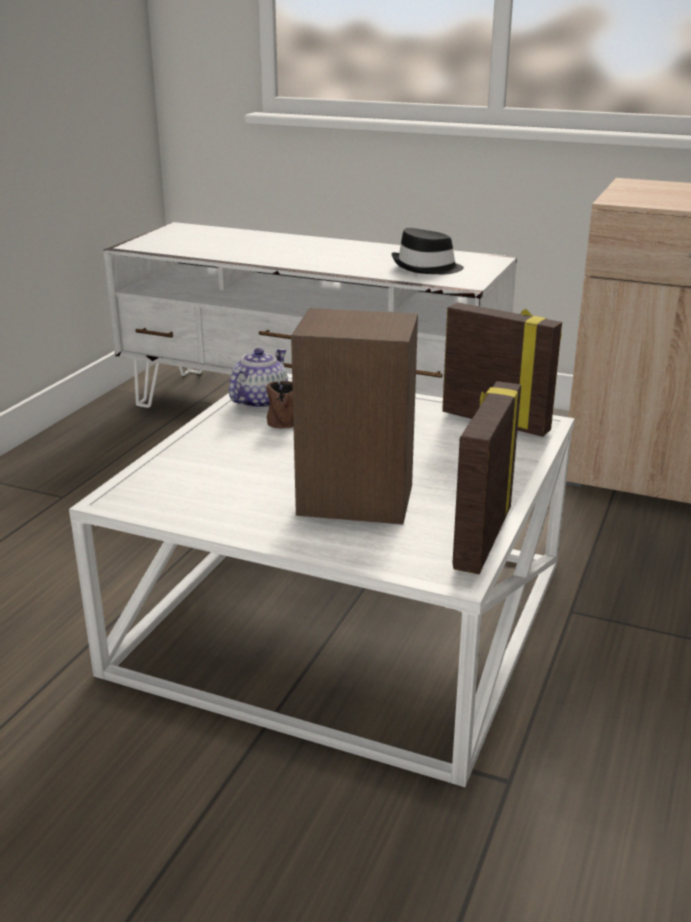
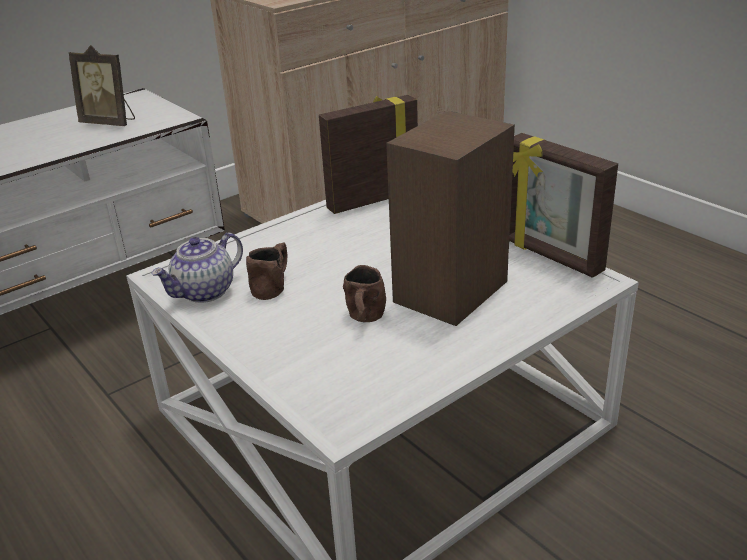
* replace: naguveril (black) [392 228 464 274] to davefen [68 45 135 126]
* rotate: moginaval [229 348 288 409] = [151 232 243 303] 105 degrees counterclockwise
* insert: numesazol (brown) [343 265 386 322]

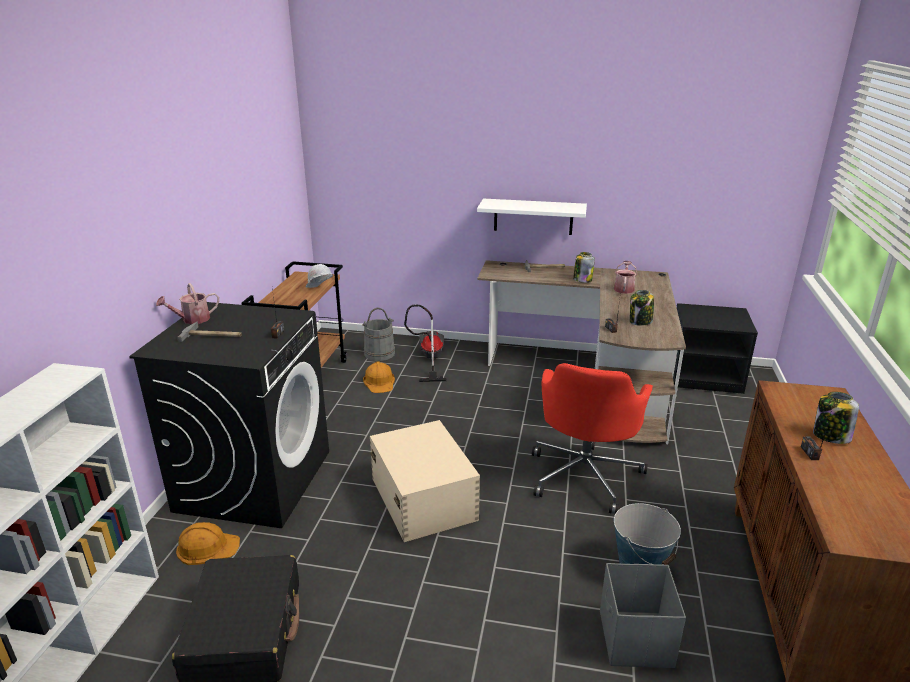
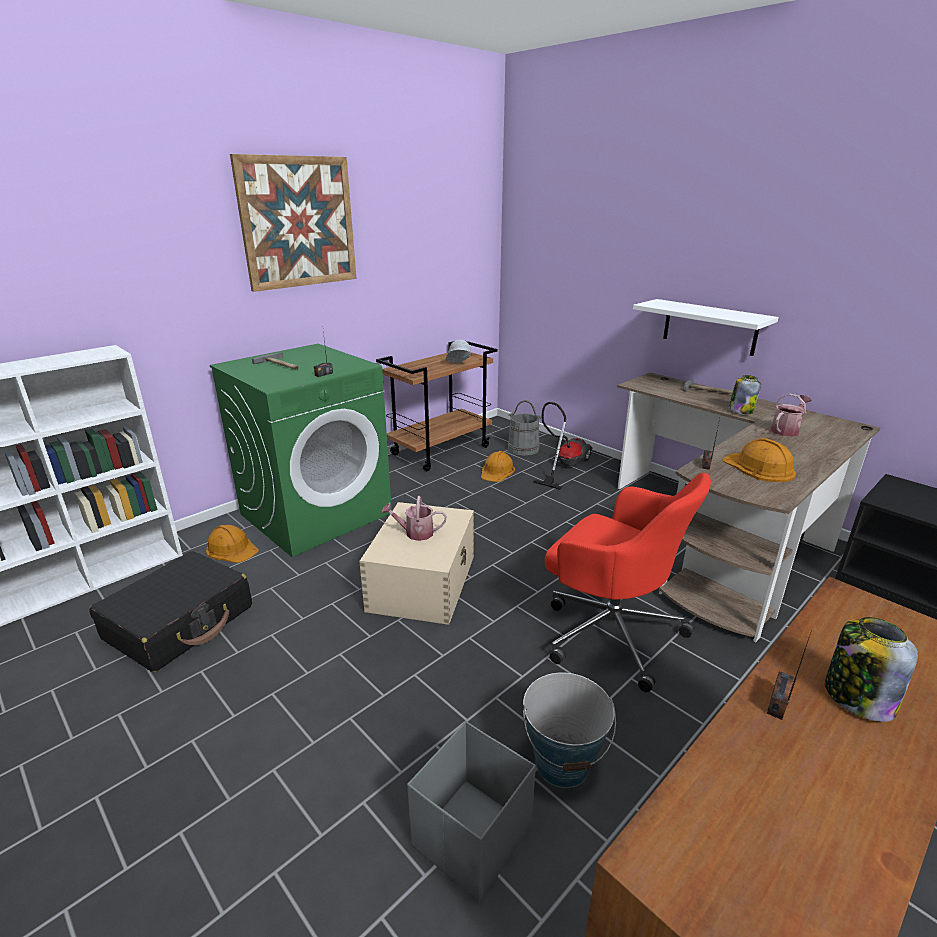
* recolor: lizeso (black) [129 302 329 528] to lizeso (green) [210 344 392 557]
* insert: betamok [230 154 357 292]
* move: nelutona [156 283 220 324] to [381 496 446 541]
* rotate: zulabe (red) [532 363 653 514] = [545 473 711 692] 105 degrees counterclockwise
* replace: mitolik [630 290 654 326] to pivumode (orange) [722 438 796 482]

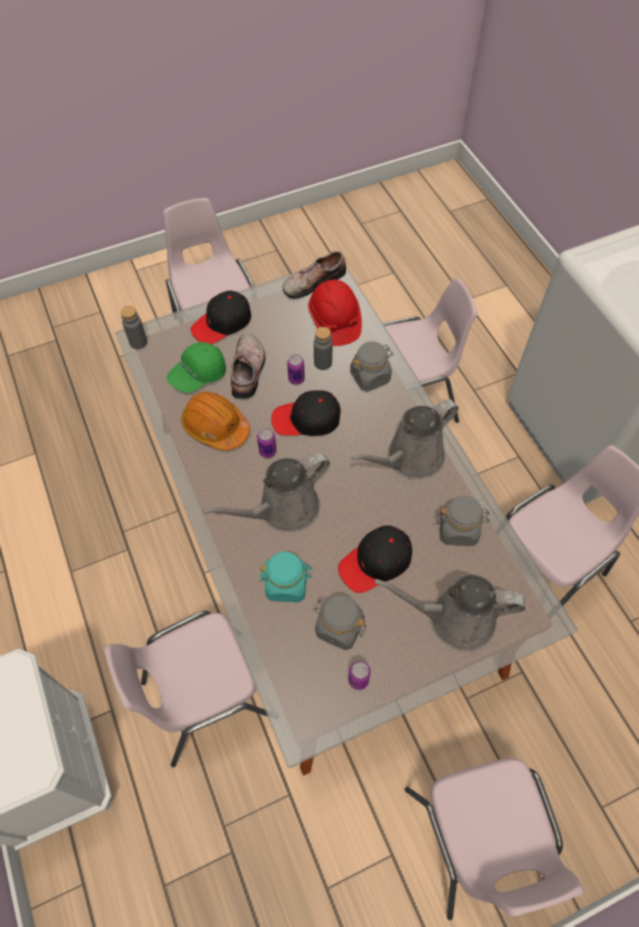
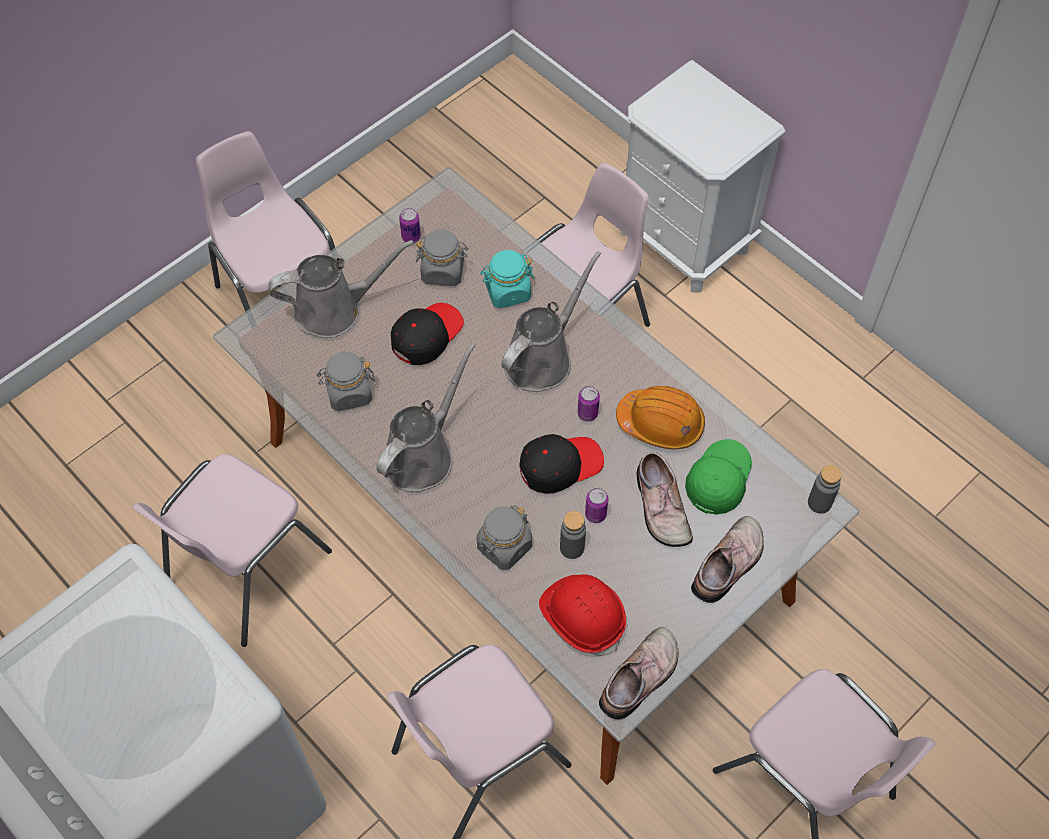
* replace: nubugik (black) [191 290 251 344] to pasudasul [691 516 764 603]

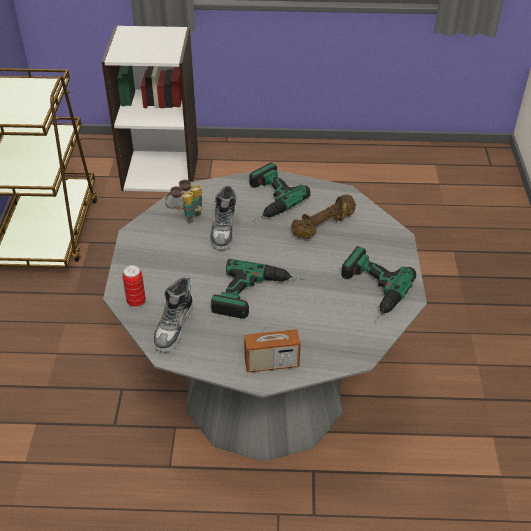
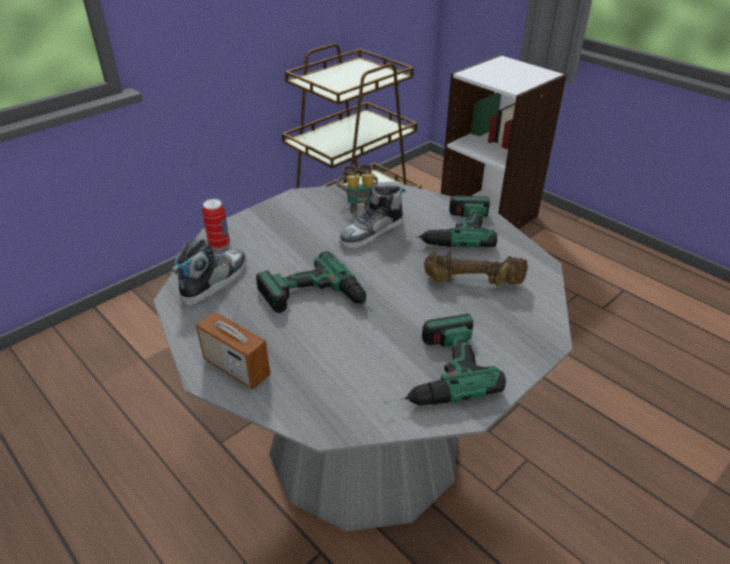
* rotate: pasudasul [153 277 193 352] = [172 238 247 305] 150 degrees clockwise

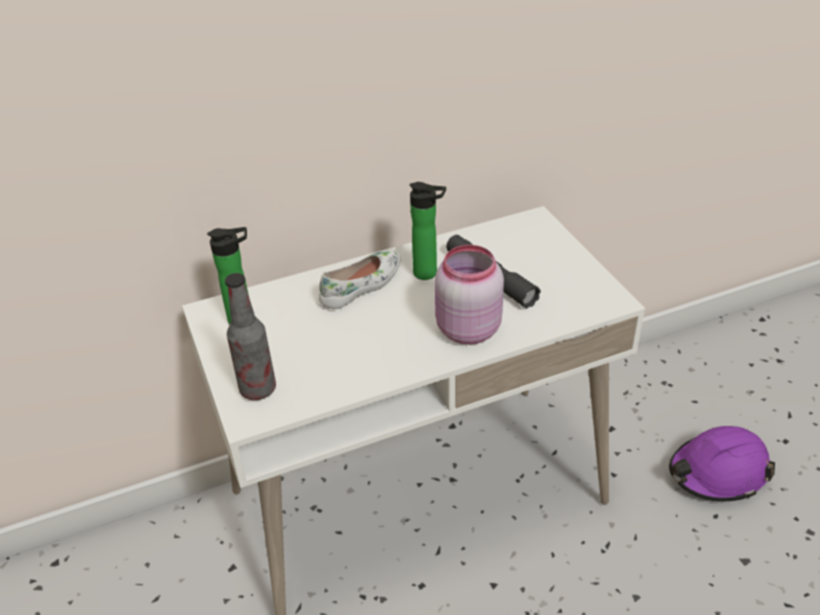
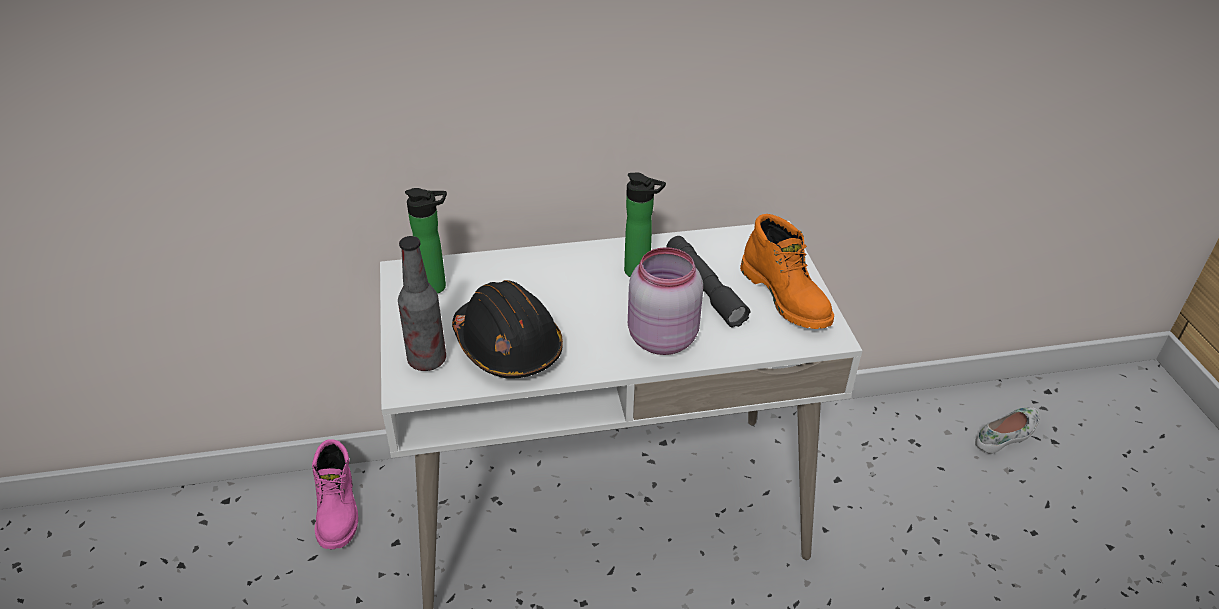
* insert: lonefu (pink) [312 439 358 549]
* insert: pivumode (black) [452 280 563 379]
* insert: lonefu (orange) [740 214 834 329]
* move: pasudasul (white) [318 250 400 309] to [975 407 1040 454]
* delete: pivumode (purple) [669 426 775 501]

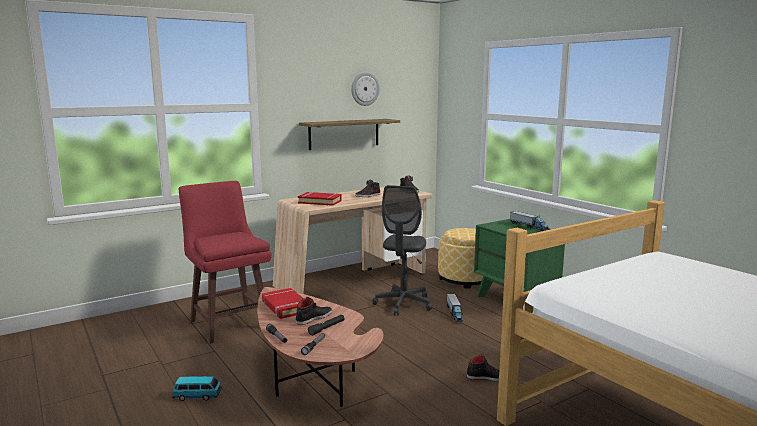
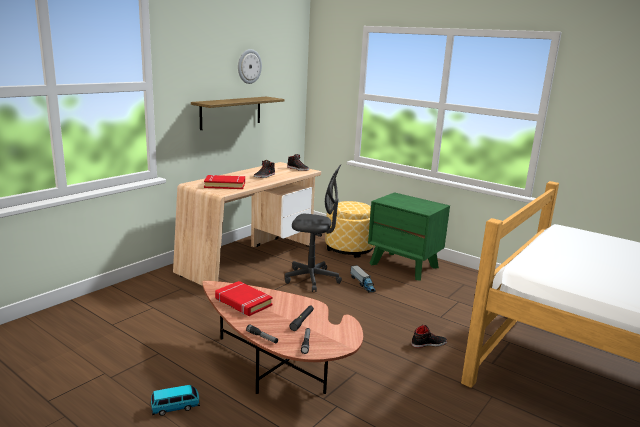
* rotate: zulabe (grey) [372 185 432 316] = [285 165 342 292] 75 degrees counterclockwise
* delete: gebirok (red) [179 181 271 344]
* delete: pasudasul (black) [296 297 332 325]
* delete: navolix [510 211 550 231]

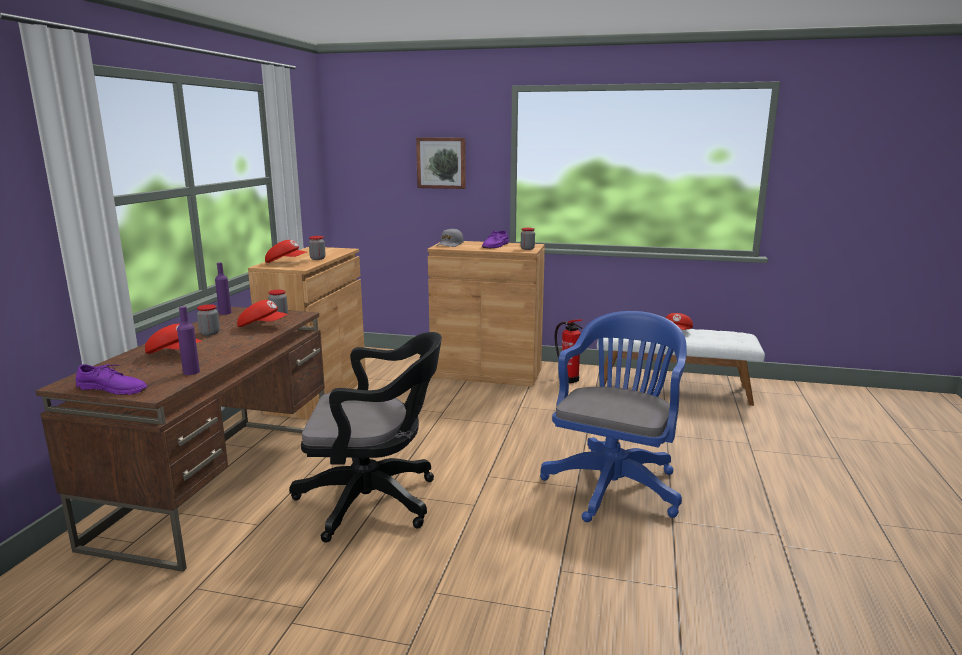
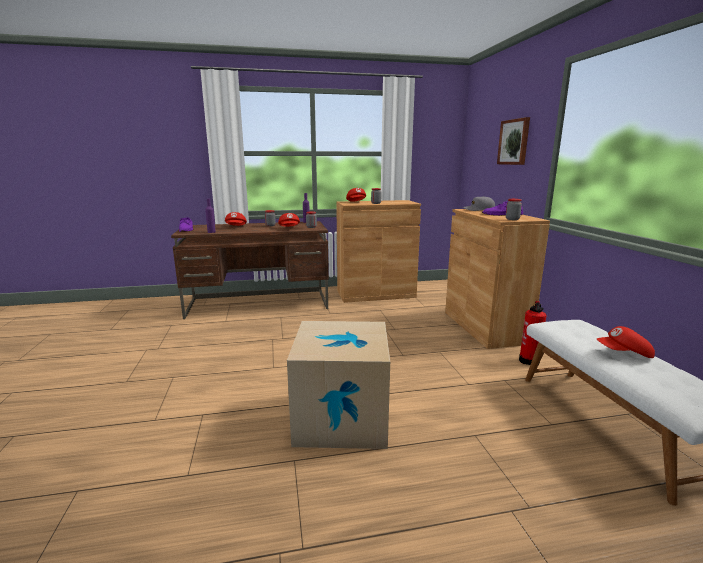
* replace: zulabe (blue) [540 311 687 522] to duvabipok [287 321 390 449]
* delete: zulabe (black) [289 332 442 543]

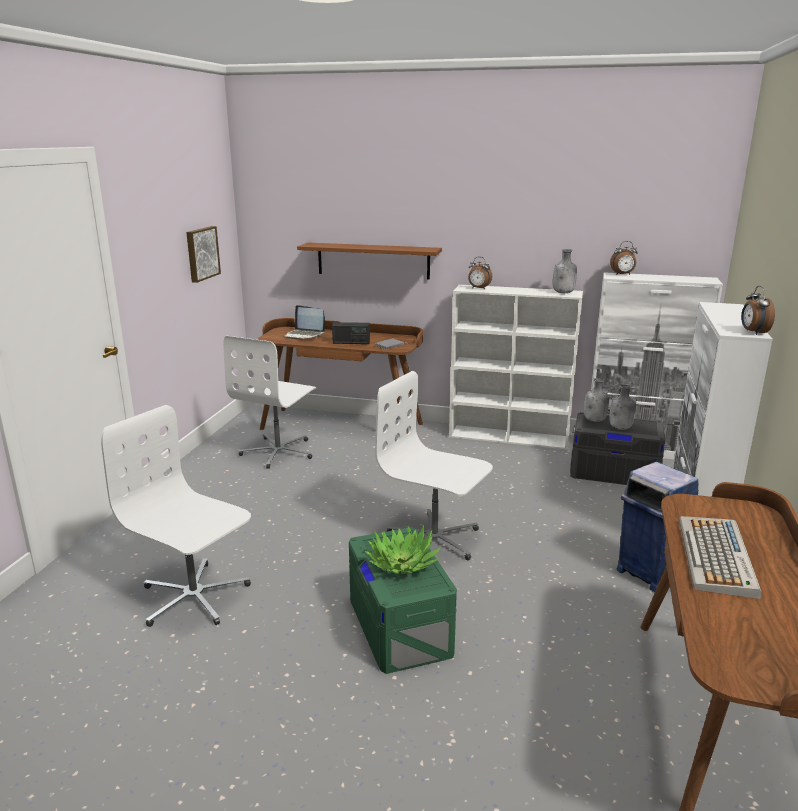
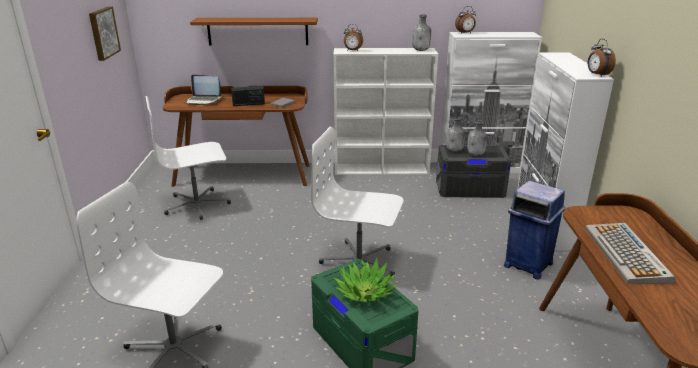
* rotate: zulabe (white) [223 336 316 469] = [146 96 231 220] 60 degrees clockwise

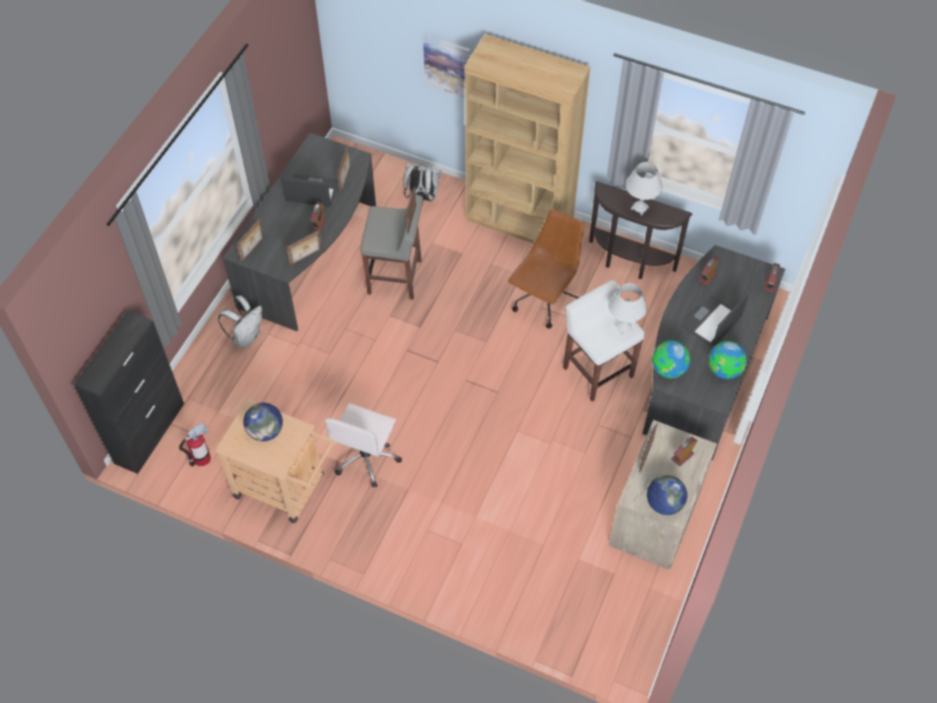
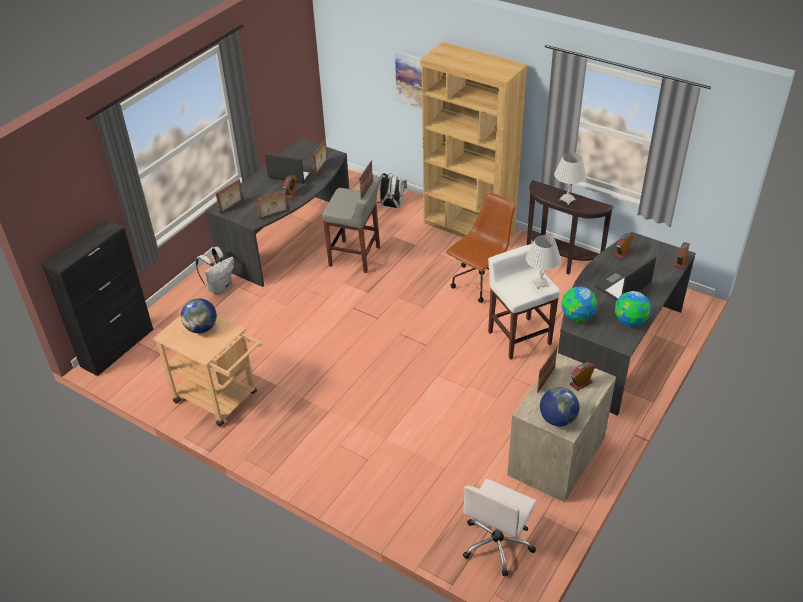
* move: zulabe (white) [325 403 402 488] to [463 479 537 576]
* delete: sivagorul [179 422 211 466]

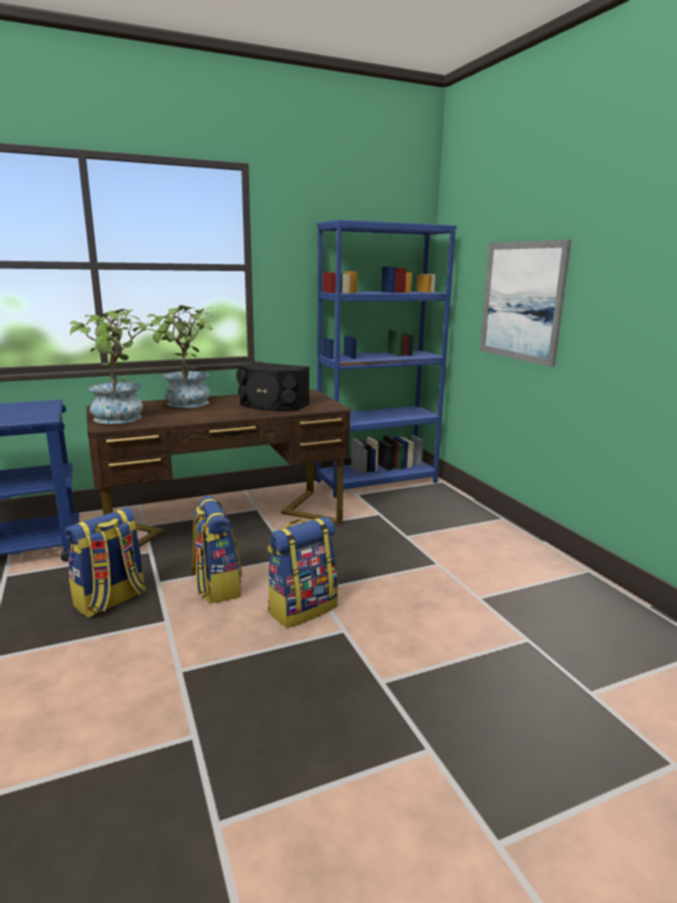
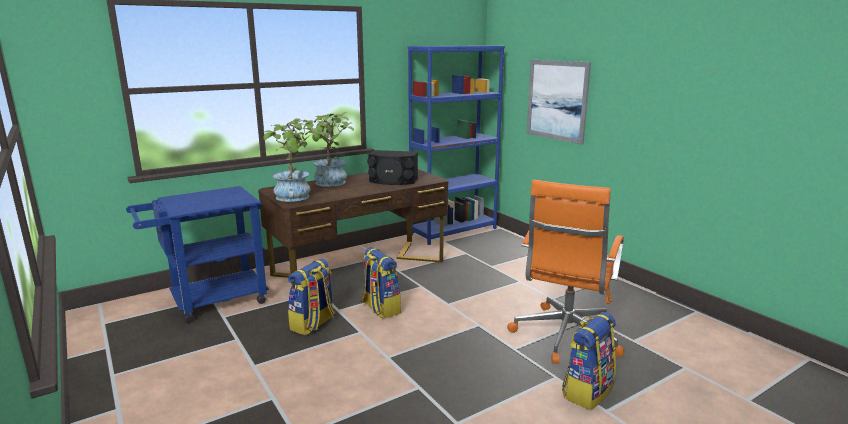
* insert: zulabe (orange) [507 180 624 364]
* move: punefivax [268 517 338 628] to [562 312 616 410]

